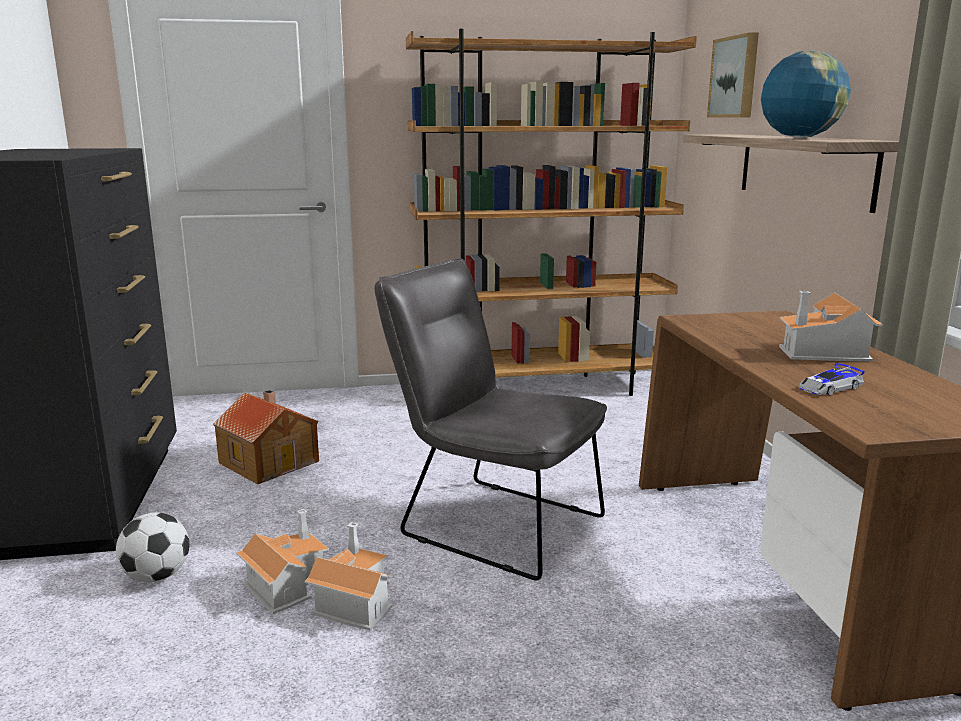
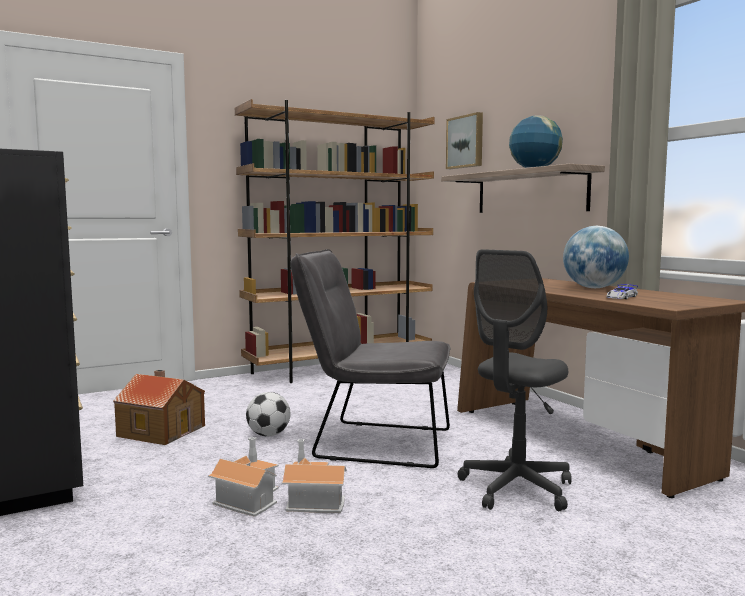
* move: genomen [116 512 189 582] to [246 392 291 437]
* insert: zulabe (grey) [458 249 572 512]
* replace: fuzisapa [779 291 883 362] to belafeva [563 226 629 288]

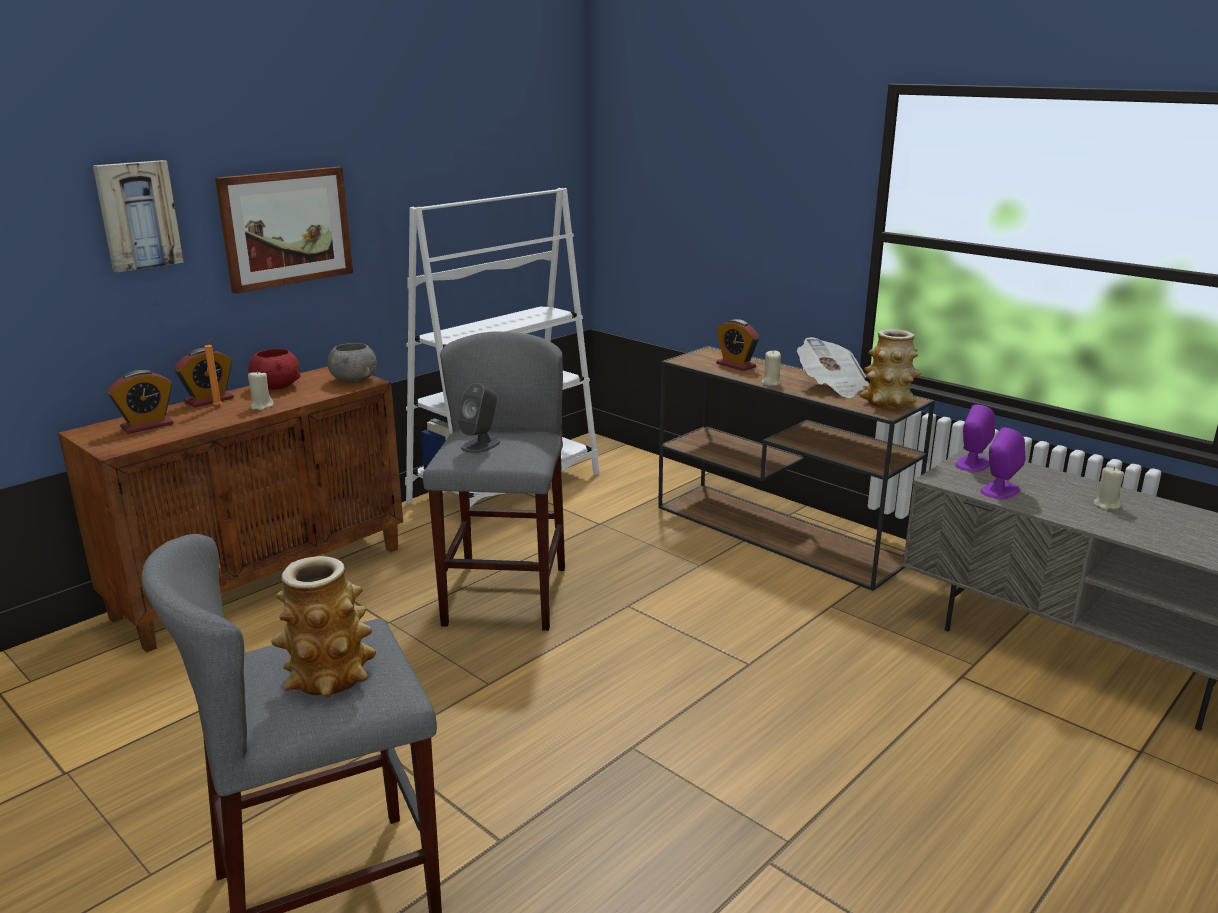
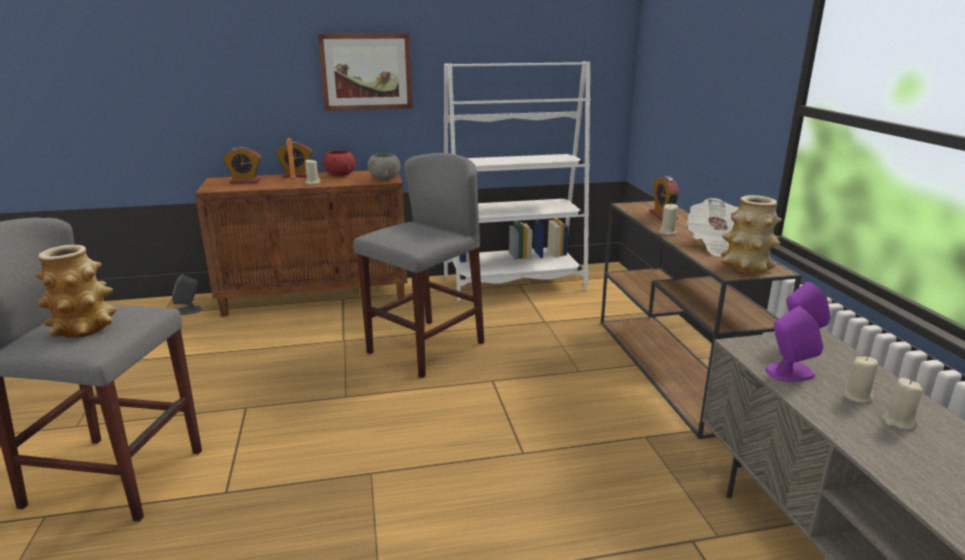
* move: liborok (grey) [458 383 500 453] to [172 274 202 315]
* insert: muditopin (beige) [843 356 878 403]
* delete: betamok [93 160 184 272]

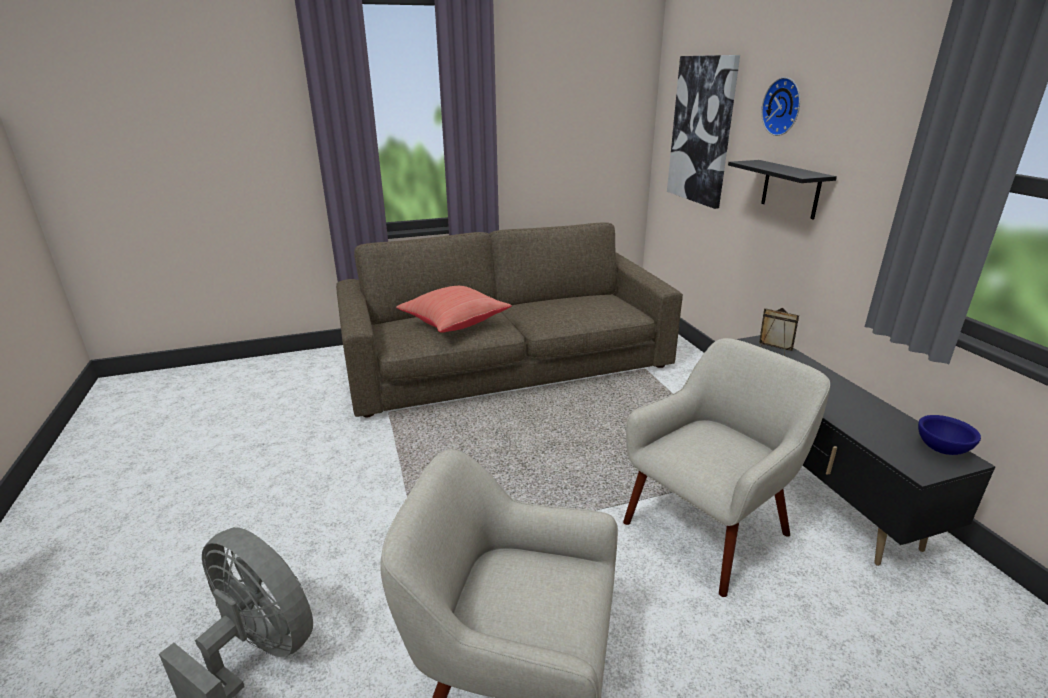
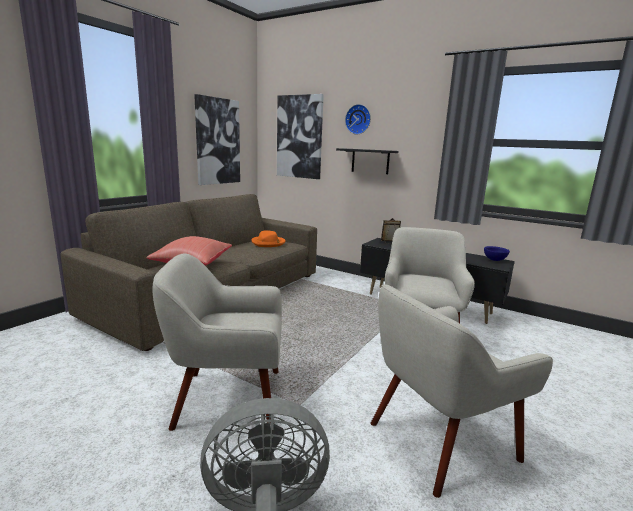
* insert: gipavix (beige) [152 253 282 431]
* insert: betamok [194 94 240 185]
* insert: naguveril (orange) [251 230 286 247]

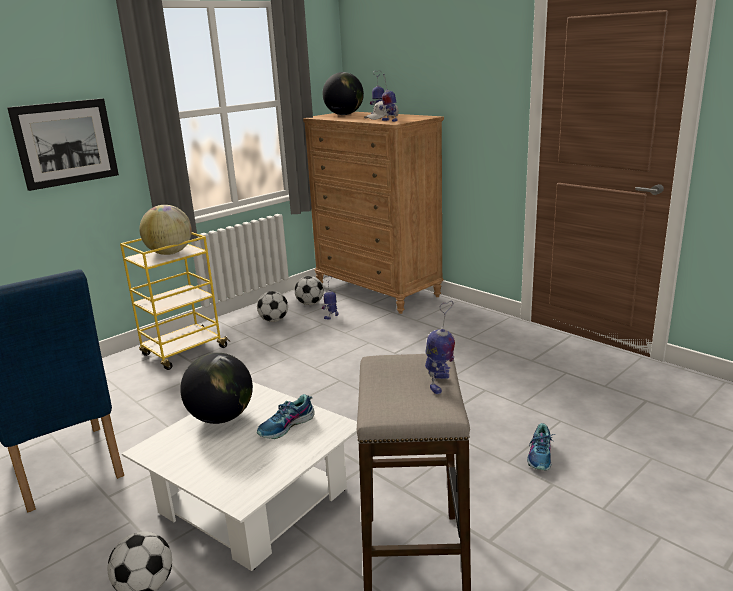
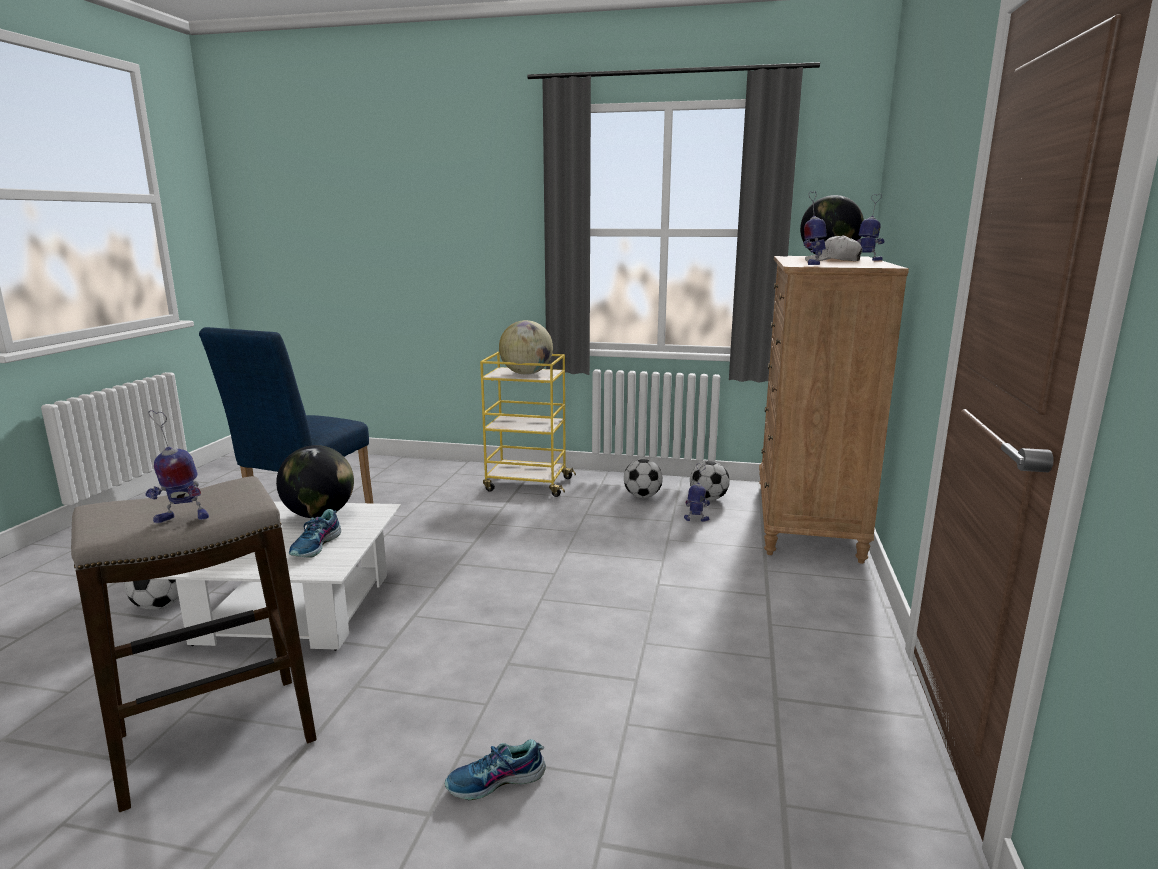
* rotate: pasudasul [257 394 315 439] = [289 509 341 557] 90 degrees counterclockwise
* delete: betamok [7 98 119 191]

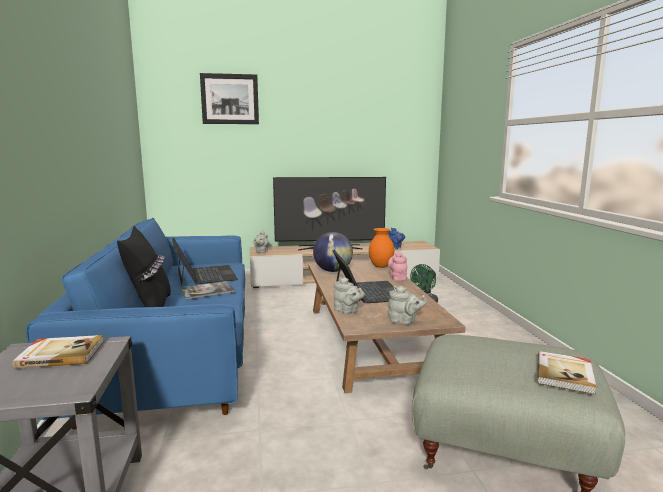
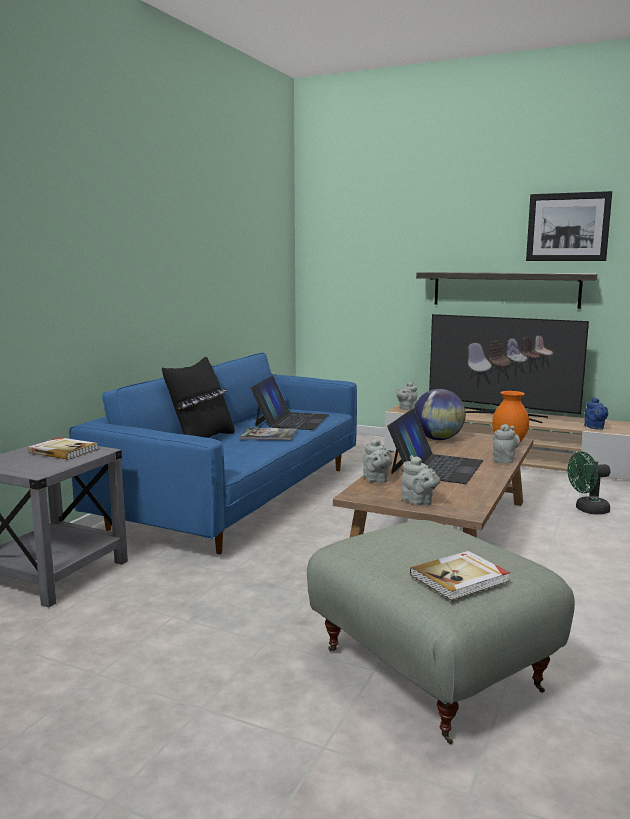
* insert: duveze [416 272 597 309]
* recolor: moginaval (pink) [388 252 407 281] to moginaval (grey) [493 424 520 464]
* move: betamok [200 73 259 124] to [526 191 612 261]

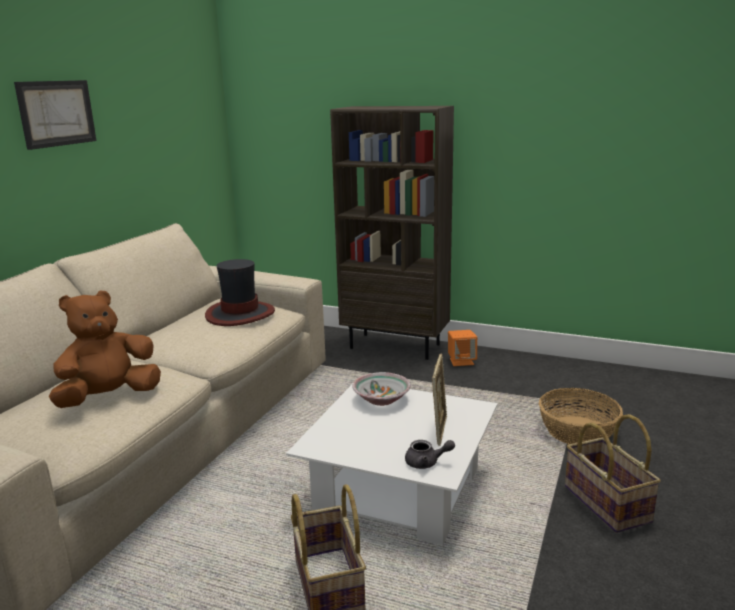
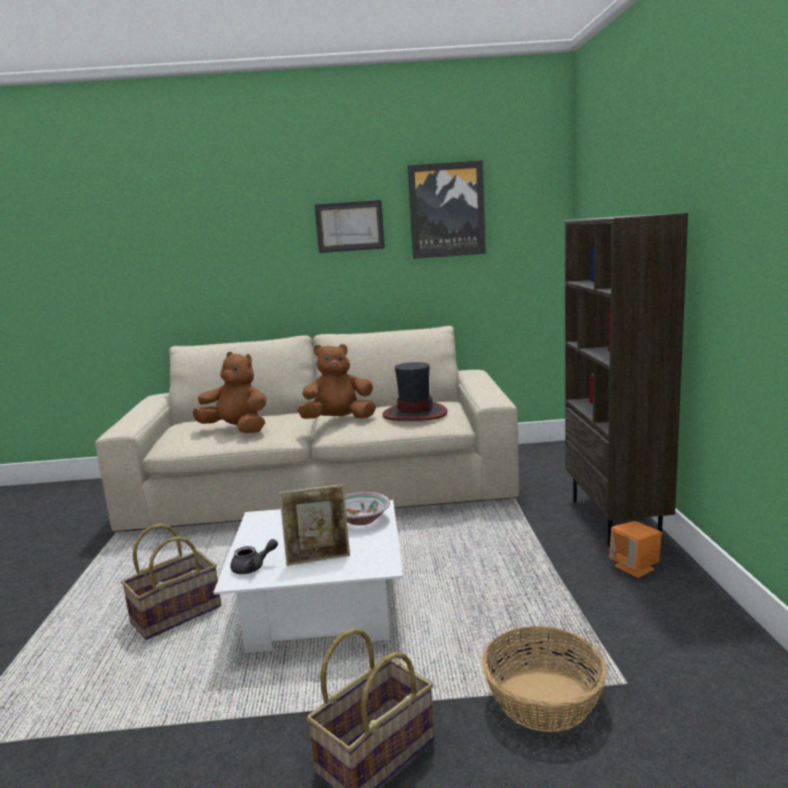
* rotate: moginaval (grey) [405 440 455 469] = [230 539 278 574] 90 degrees counterclockwise
* insert: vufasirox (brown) [297 344 376 419]
* insert: betamok [407 160 486 259]

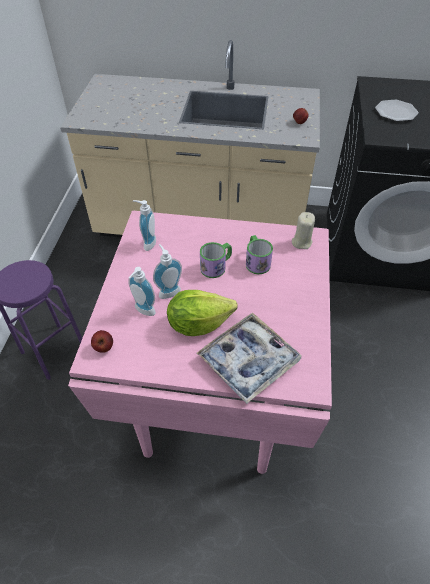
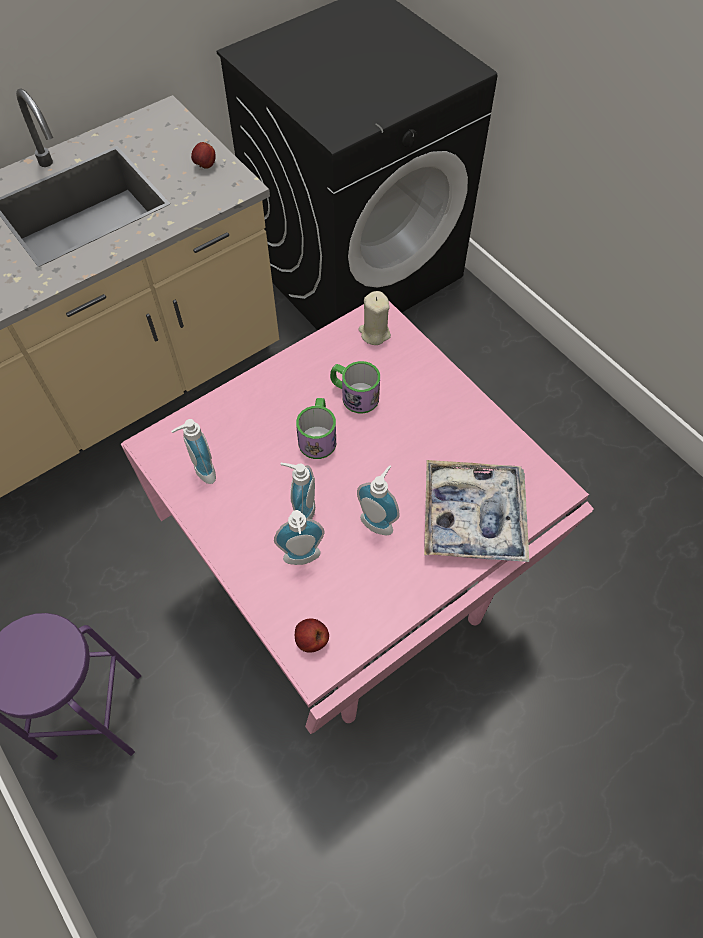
* replace: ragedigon [167 290 238 336] to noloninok [357 465 400 536]
* delete: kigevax [375 100 418 122]

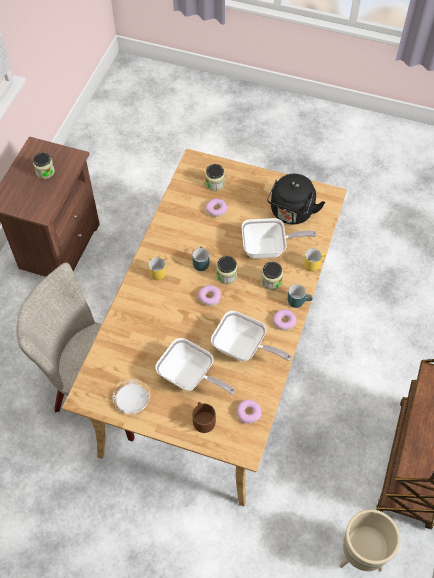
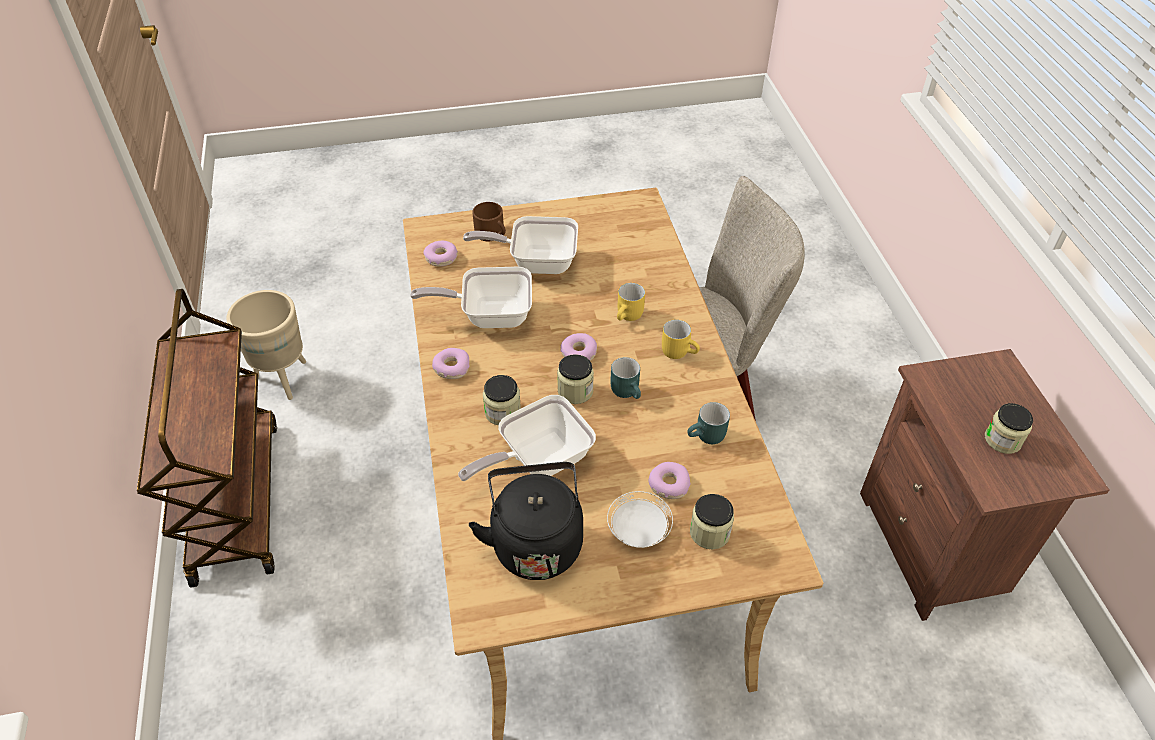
* move: kigevax (white) [113 379 150 414] to [607 491 673 548]
* move: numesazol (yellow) [304 249 326 272] to [617 283 645 321]
* move: numesazol (turquoise) [288 284 313 308] to [687 402 730 444]

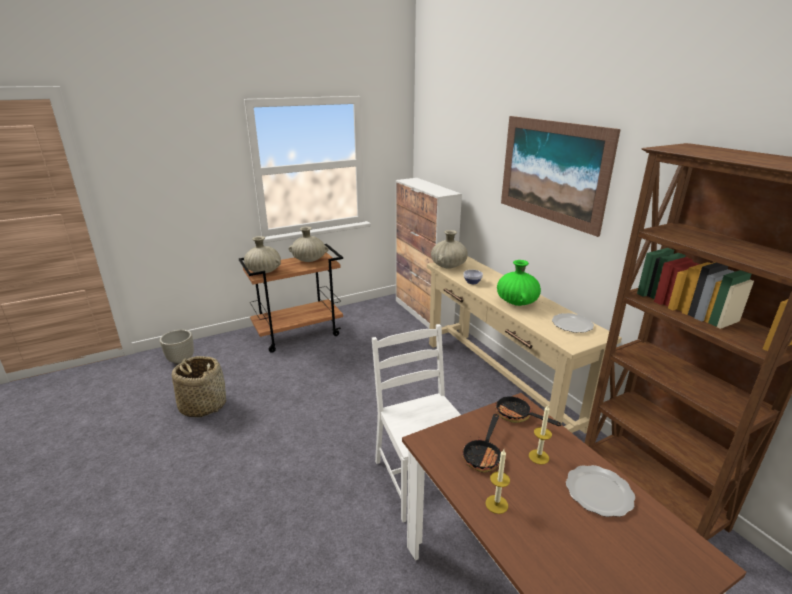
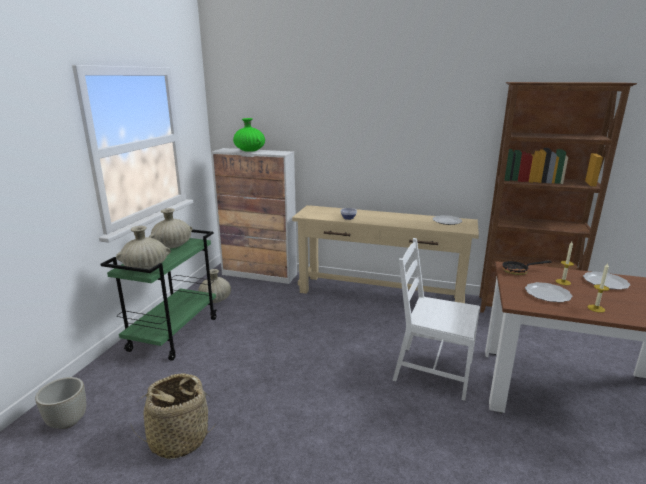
* recolor: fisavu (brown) [238 244 343 353] to fisavu (green) [100 229 217 361]
* move: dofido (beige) [431 230 468 269] to [198 269 231 303]
* move: dofido (green) [497 260 541 306] to [233 118 265 152]
* replace: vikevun [462 414 501 473] to kigevax [525 282 573 302]
* delete: betamok [501 116 621 237]

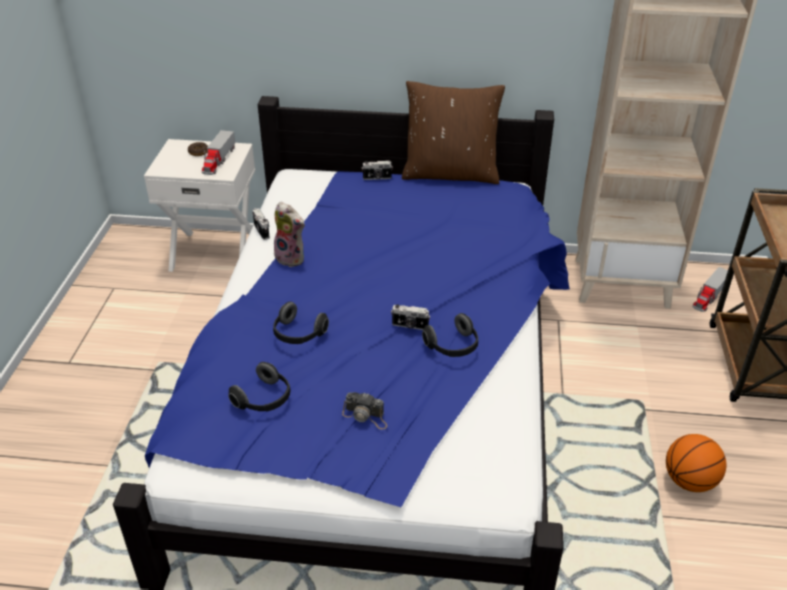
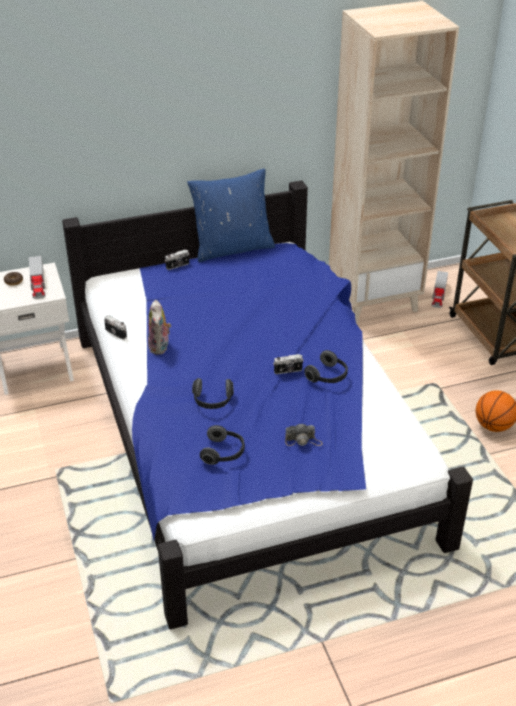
* rotate: vufasirox [274 202 305 267] = [148 300 171 355] 75 degrees clockwise
* recolor: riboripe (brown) [402 81 505 184] to riboripe (blue) [187 168 275 262]

